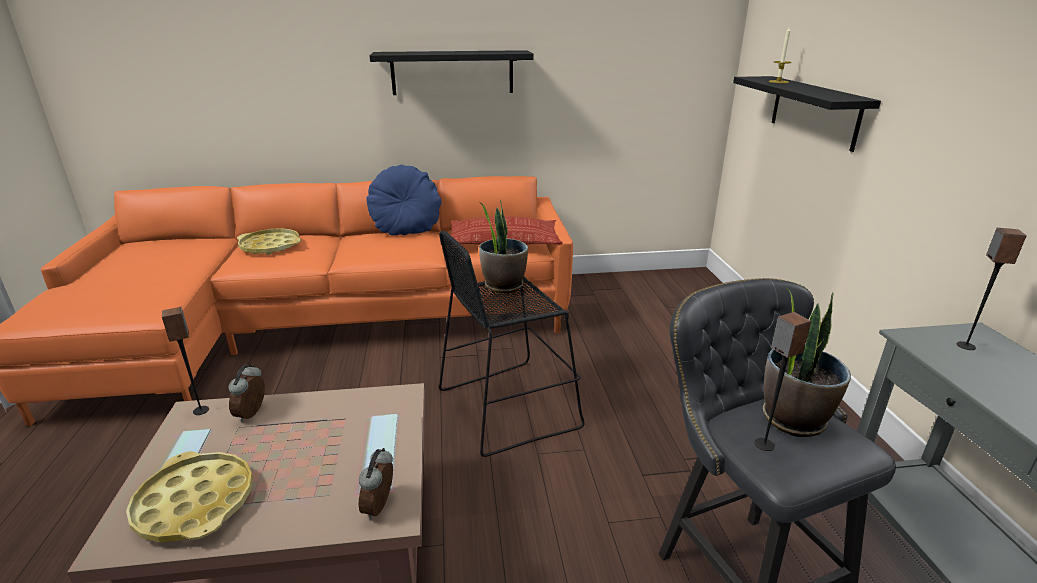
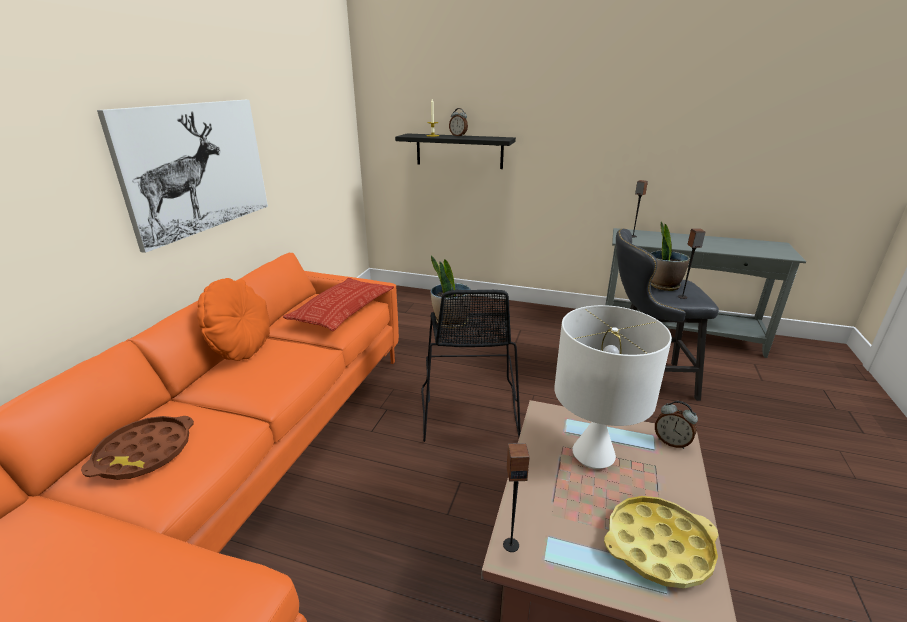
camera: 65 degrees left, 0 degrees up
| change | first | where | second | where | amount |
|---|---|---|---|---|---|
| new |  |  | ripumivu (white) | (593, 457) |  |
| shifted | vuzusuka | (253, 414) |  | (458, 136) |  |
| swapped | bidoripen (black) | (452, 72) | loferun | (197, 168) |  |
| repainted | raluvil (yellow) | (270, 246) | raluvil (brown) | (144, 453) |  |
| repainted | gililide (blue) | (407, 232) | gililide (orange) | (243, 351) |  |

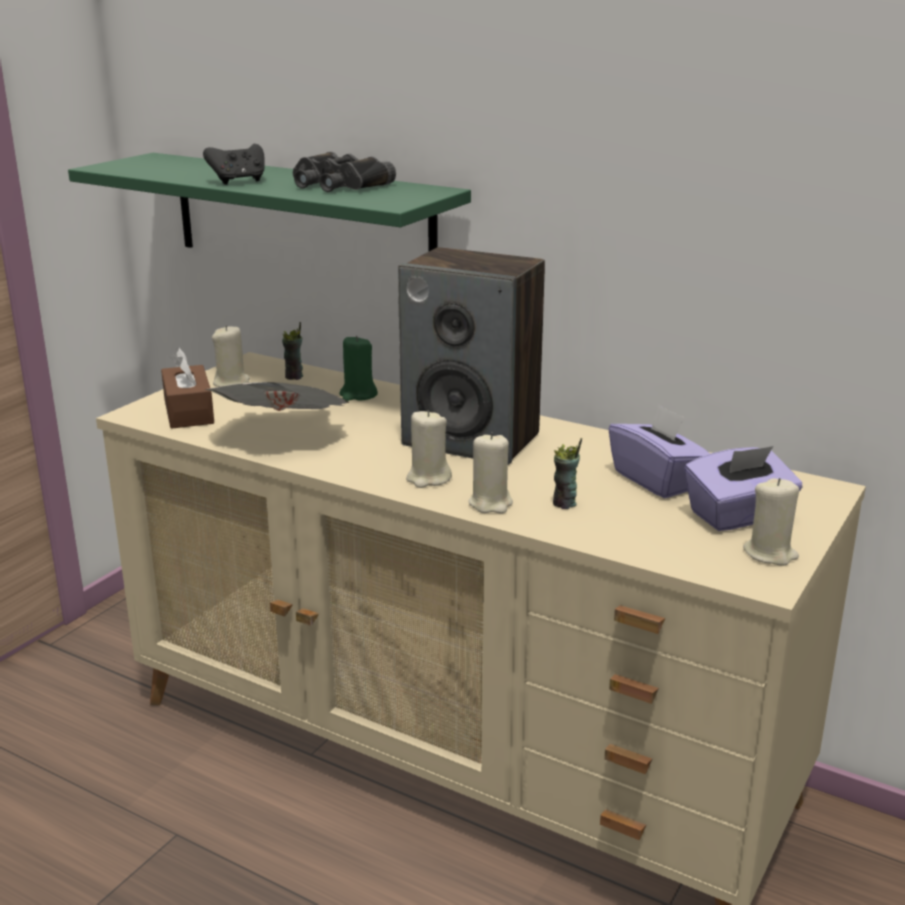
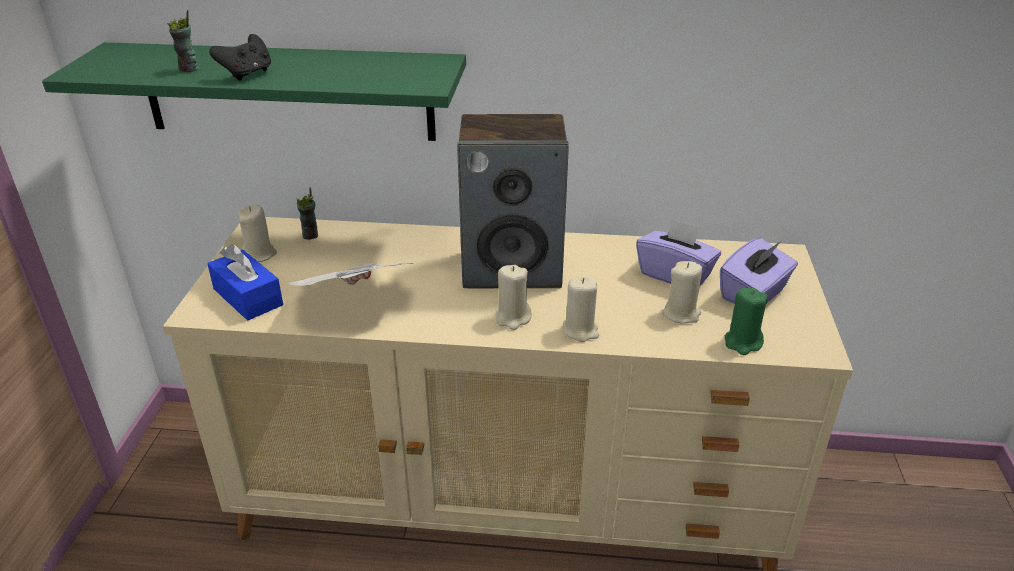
camera: 25 degrees left, 10 degrees up
| change | first | where | second | where | amount |
|---|---|---|---|---|---|
| gone | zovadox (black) | (337, 185) |  |  |  |
| shifted | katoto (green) | (358, 395) |  | (742, 342) |  |
| shifted | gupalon | (564, 504) |  | (189, 69) |  |
| shifted | katoto (beige) | (770, 554) |  | (681, 314) |  |
| repainted | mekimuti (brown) | (188, 411) | mekimuti (blue) | (248, 297) |  |

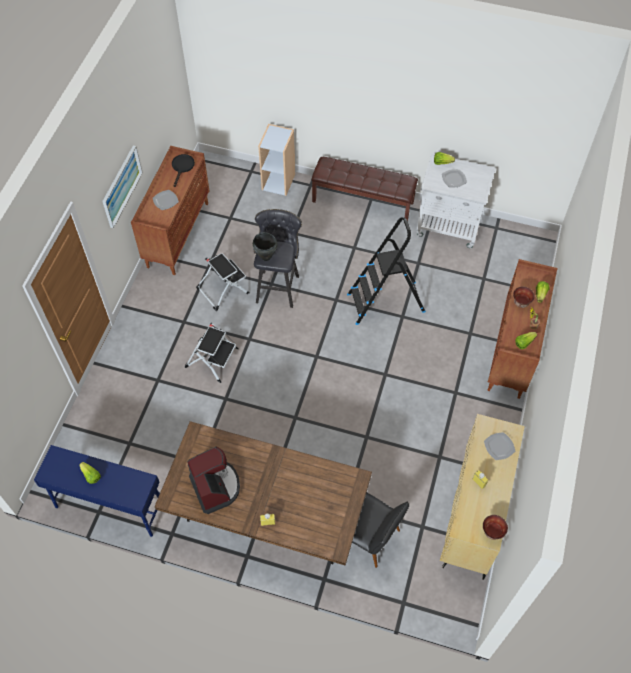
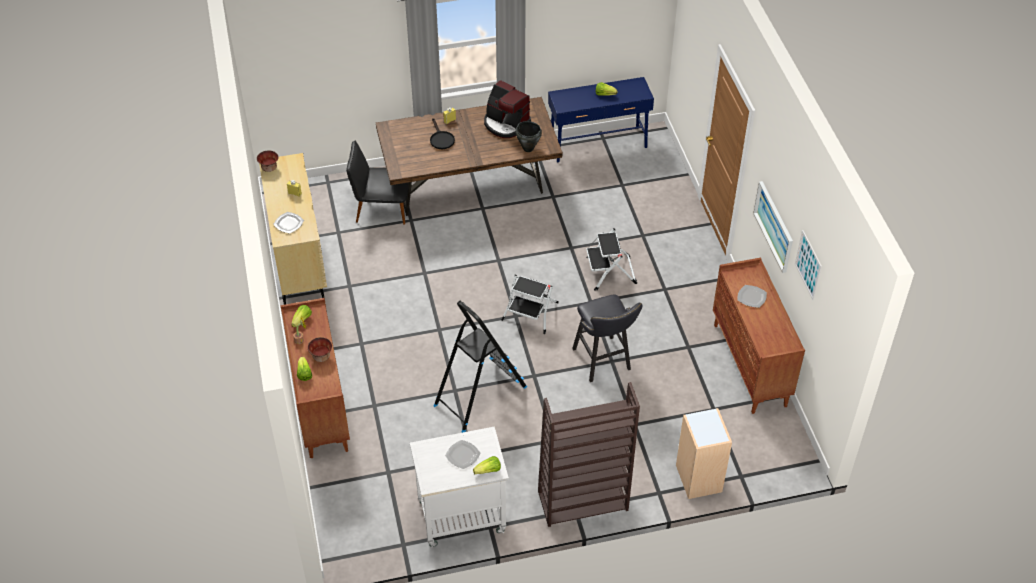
camera: 150 degrees right, 10 degrees down
| change | first | where | second | where | amount |
|---|---|---|---|---|---|
| new |  |  | loferun | (808, 265) |  |
| shifted | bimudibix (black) | (182, 167) |  | (441, 139) |  |
| shifted | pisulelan | (223, 288) |  | (531, 312) |  |
| shifted | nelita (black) | (266, 257) |  | (528, 148) |  |
| swapped | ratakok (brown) | (363, 201) | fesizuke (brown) | (582, 501) |  |

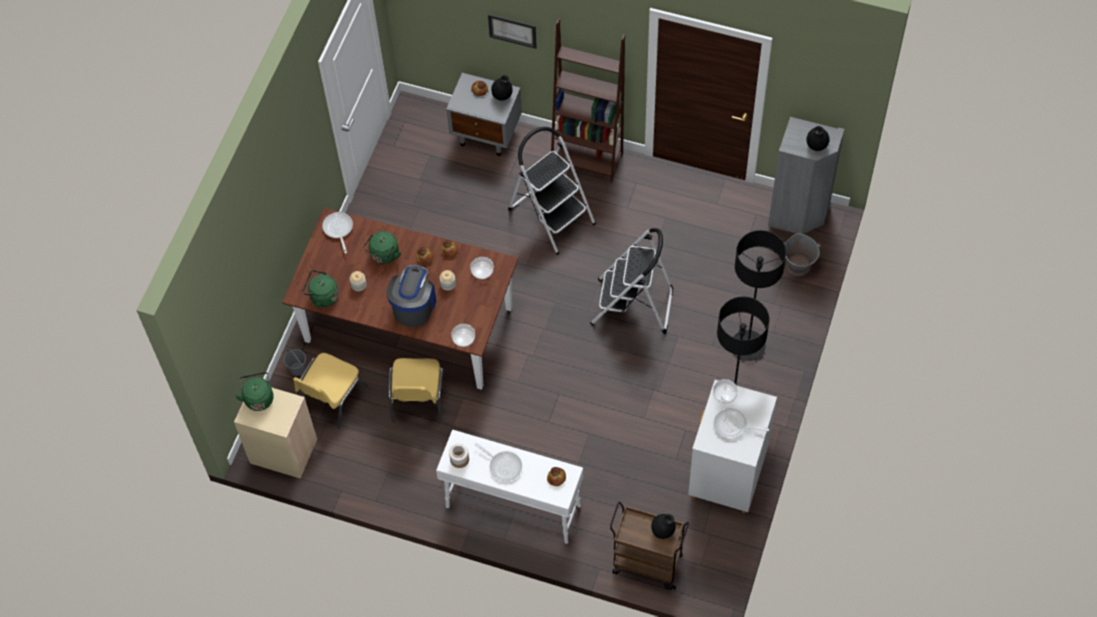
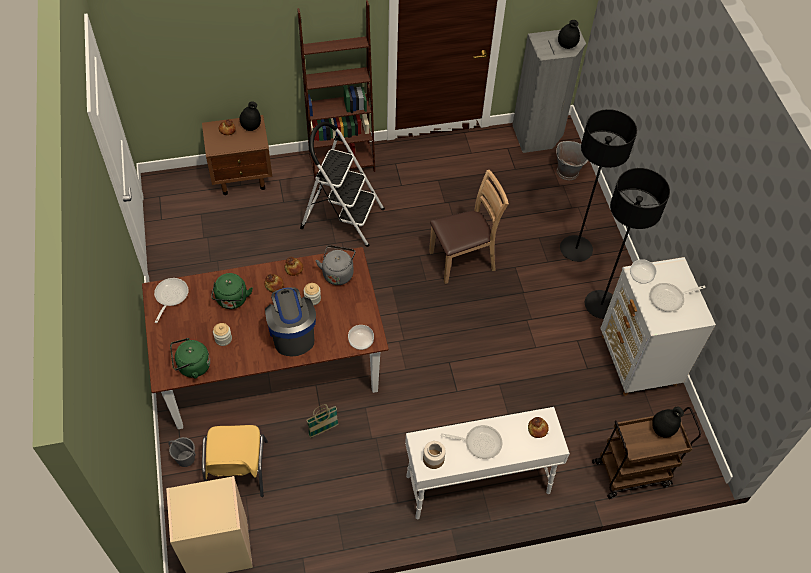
camera: 35 degrees left, 5 degrees down
| change | first | where | second | where | amount |
|---|---|---|---|---|---|
| gone | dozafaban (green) | (258, 397) |  |  |  |
| gone | loferun | (512, 30) |  |  |  |
| swapped | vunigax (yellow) | (417, 399) | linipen | (323, 430) |  |
| swapped | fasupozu | (482, 271) | dozafaban (grey) | (338, 273) |  |
| swapped | pisulelan | (634, 307) | vunigax (brown) | (462, 260) |  |
| repainted | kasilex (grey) | (487, 135) | kasilex (brown) | (243, 177) |  |
| rotated | bimudibix | (338, 229) |  | (170, 297) | 60 degrees clockwise |

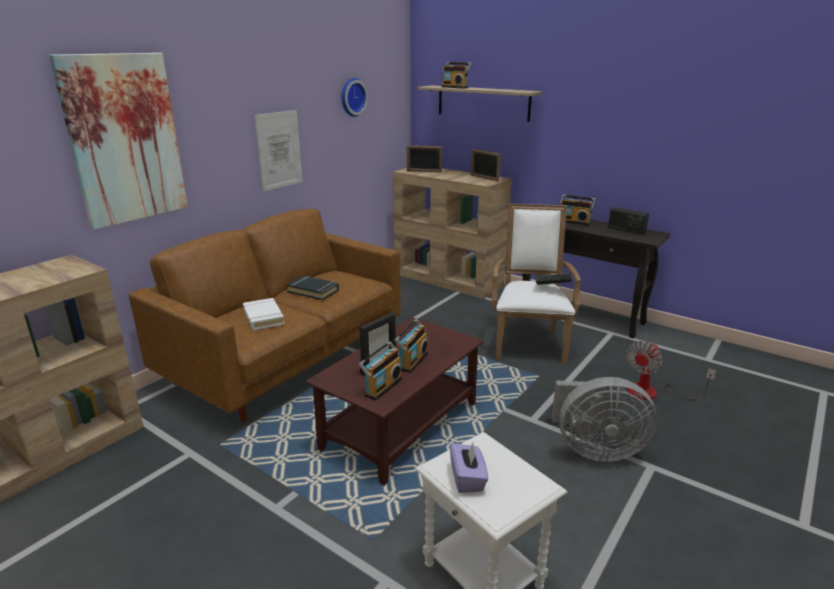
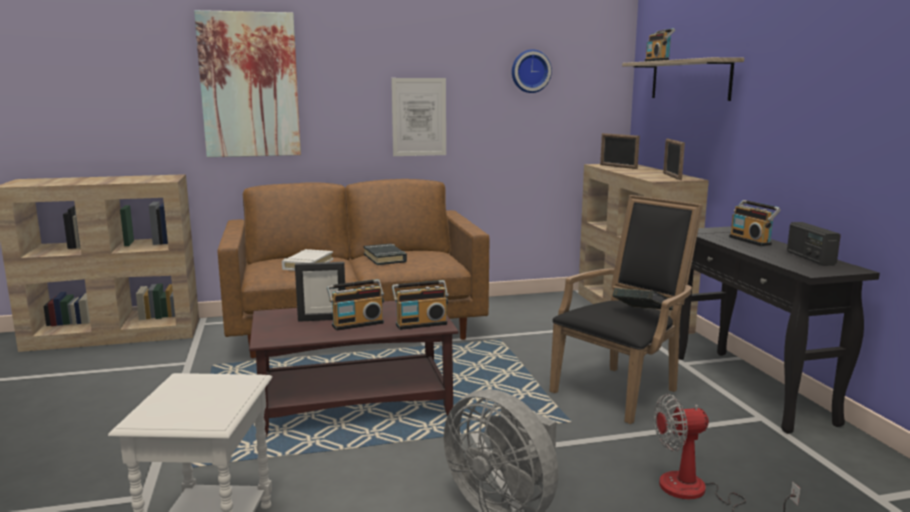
camera: 40 degrees right, 10 degrees down
| change | first | where | second | where | amount |
|---|---|---|---|---|---|
| gone | mekimuti (purple) | (467, 479) |  |  |  |
| shifted | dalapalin | (382, 386) |  | (421, 324) |  |
| repainted | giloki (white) | (529, 341) | giloki (black) | (622, 390) |  |

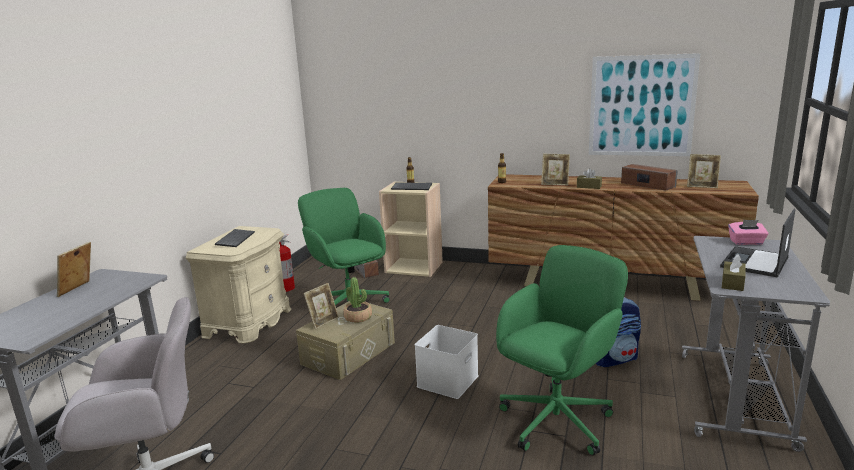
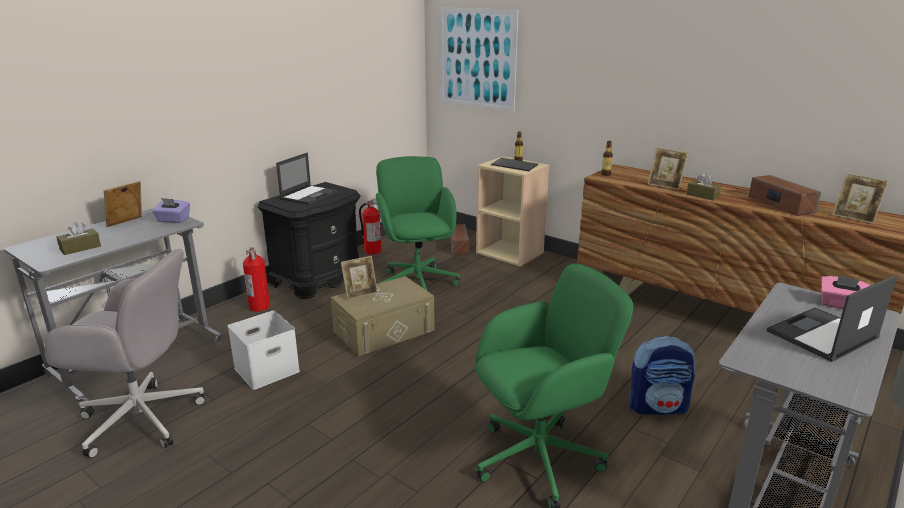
camera: 20 degrees right, 5 degrees up
| change | first | where | second | where | amount |
|---|---|---|---|---|---|
| gone | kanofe | (358, 317) |  |  |  |
| new |  |  | mekimuti (purple) | (173, 220) |  |
| new |  |  | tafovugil | (260, 307) |  |
| shifted | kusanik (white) | (448, 382) |  | (266, 370) |  |
| shifted | loferun | (641, 106) |  | (477, 58) |  |
| shifted | mekimuti (brown) | (732, 283) |  | (80, 248) |  |
| swapped | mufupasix | (235, 239) | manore | (309, 195) |  |
| repainted | kasilex (beige) | (252, 322) | kasilex (black) | (320, 279) |  |

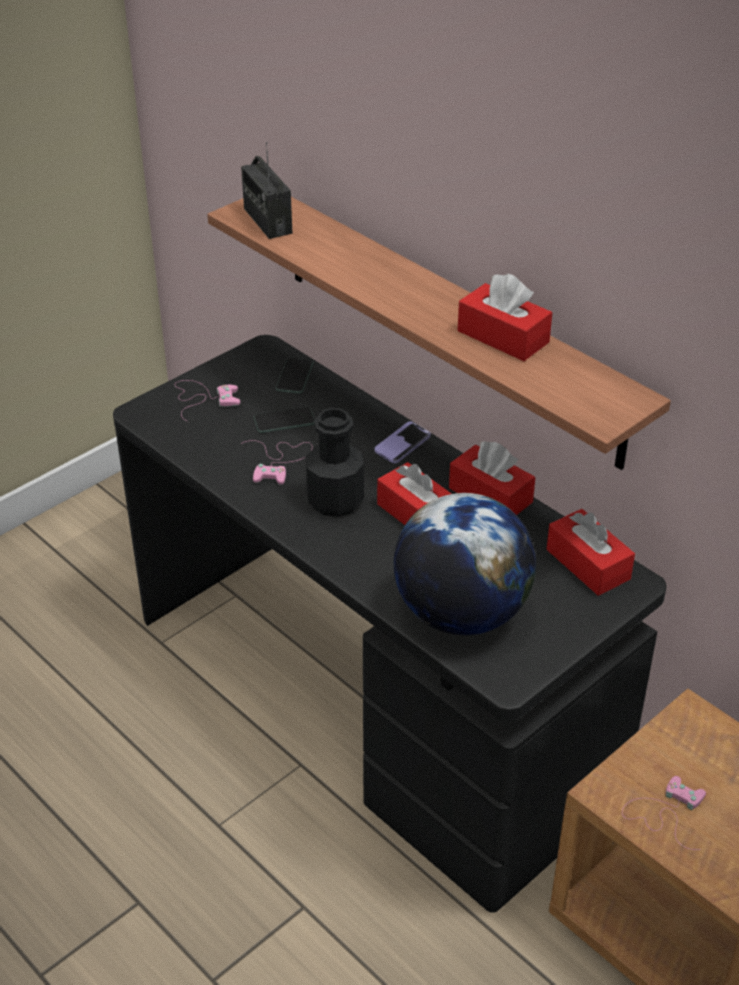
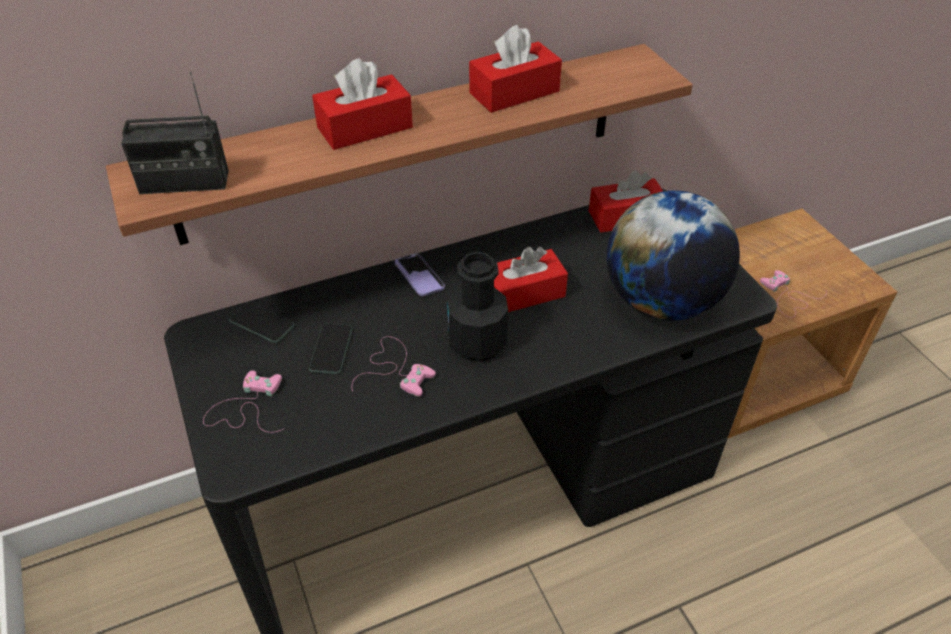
camera: 70 degrees left, 5 degrees up
| change | first | where | second | where | amount |
|---|---|---|---|---|---|
| shifted | mekimuti (red) | (490, 495) |  | (365, 127) |  |

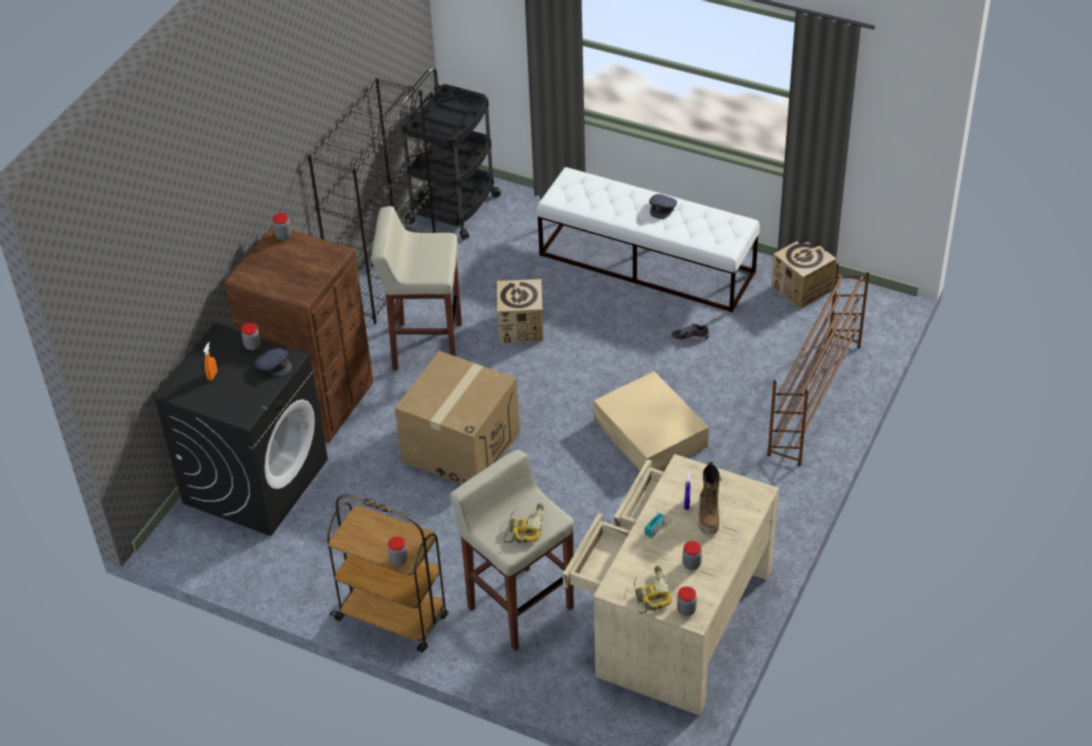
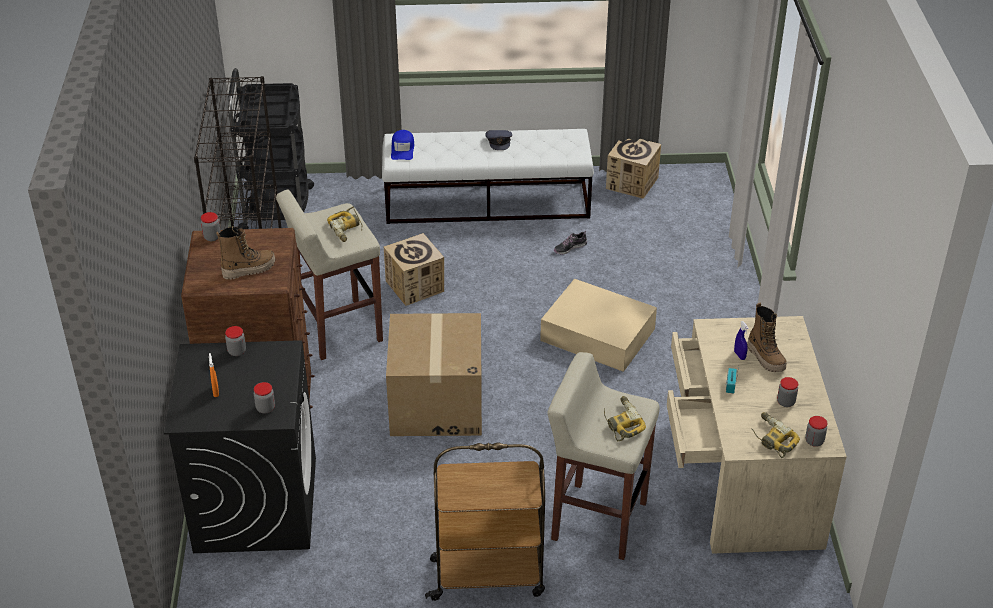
camera: 30 degrees left, 5 degrees down
| change | first | where | second | where | amount |
|---|---|---|---|---|---|
| gone | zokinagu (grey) | (274, 365) |  |  |  |
| gone | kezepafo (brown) | (814, 399) |  |  |  |
| new |  |  | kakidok | (249, 269) |  |
| new |  |  | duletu | (347, 229) |  |
| new |  |  | zokinagu (blue) | (402, 149) |  |
| shifted | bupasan | (399, 559) |  | (265, 408) |  |

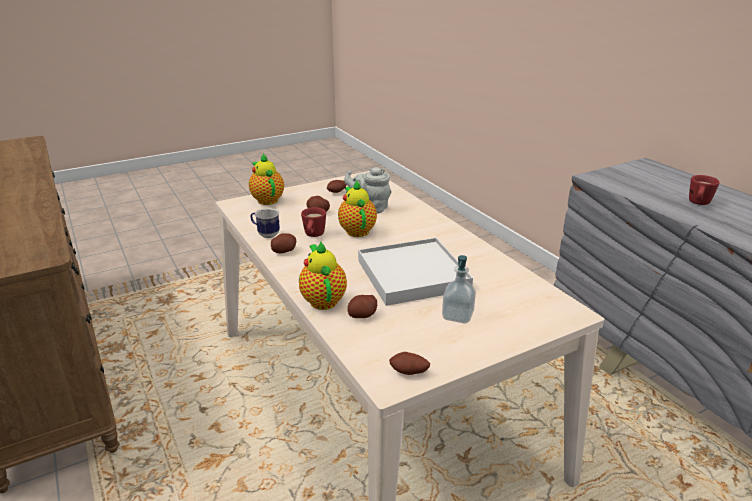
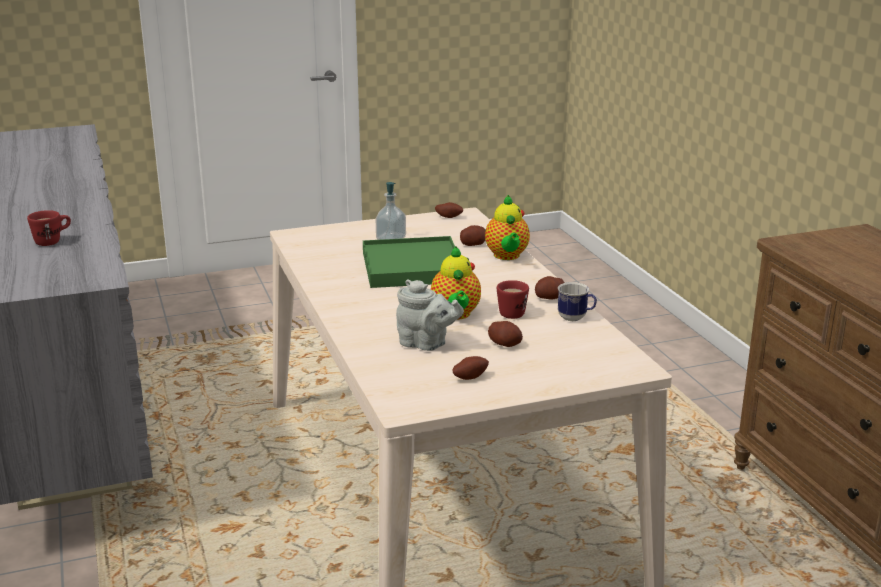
camera: 170 degrees left, 5 degrees down
| change | first | where | second | where | amount |
|---|---|---|---|---|---|
| gone | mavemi | (267, 199) |  |  |  |
| repainted | raluvil (white) | (412, 275) | raluvil (green) | (412, 267) |  |

